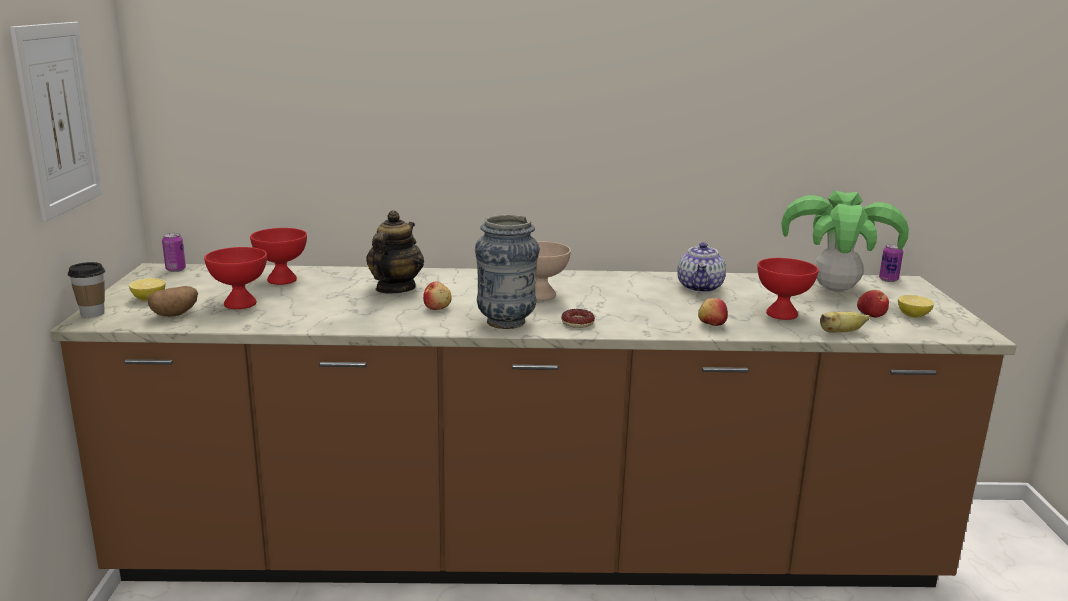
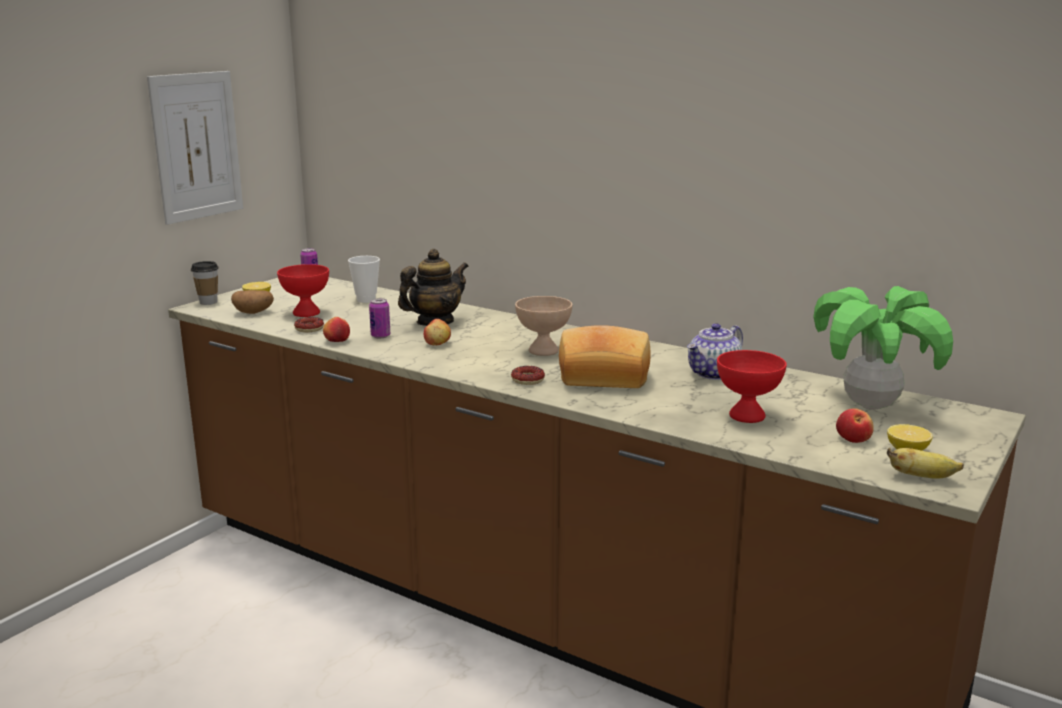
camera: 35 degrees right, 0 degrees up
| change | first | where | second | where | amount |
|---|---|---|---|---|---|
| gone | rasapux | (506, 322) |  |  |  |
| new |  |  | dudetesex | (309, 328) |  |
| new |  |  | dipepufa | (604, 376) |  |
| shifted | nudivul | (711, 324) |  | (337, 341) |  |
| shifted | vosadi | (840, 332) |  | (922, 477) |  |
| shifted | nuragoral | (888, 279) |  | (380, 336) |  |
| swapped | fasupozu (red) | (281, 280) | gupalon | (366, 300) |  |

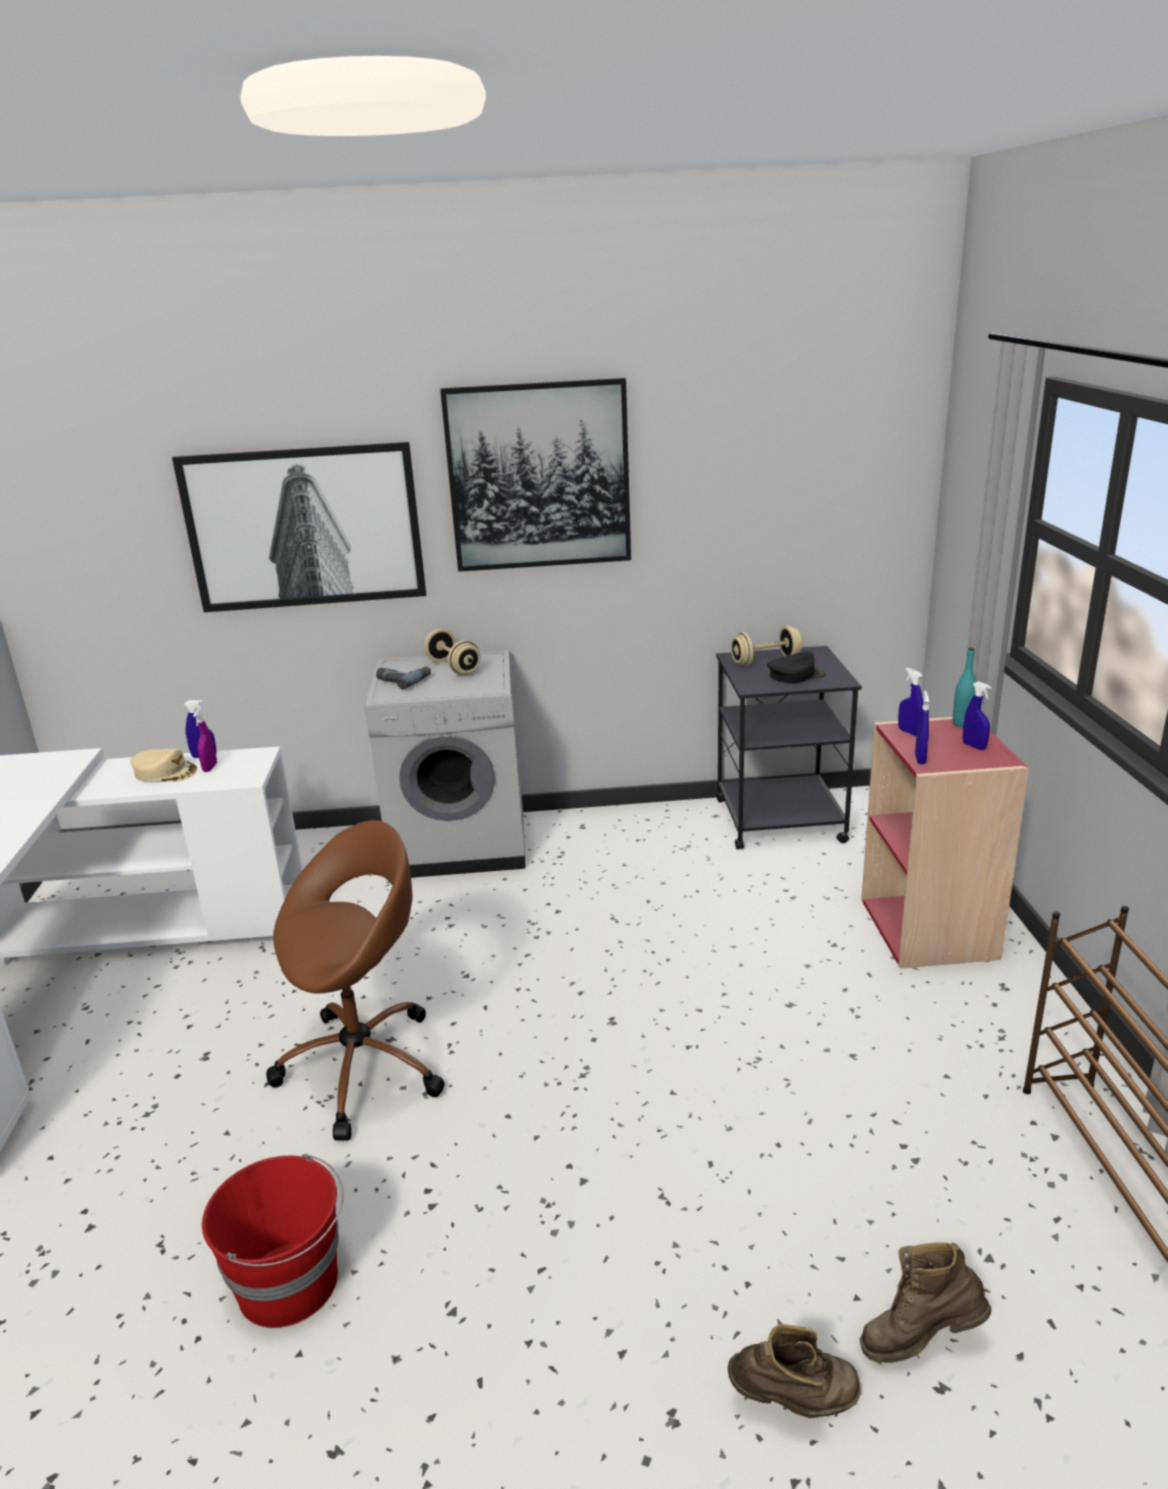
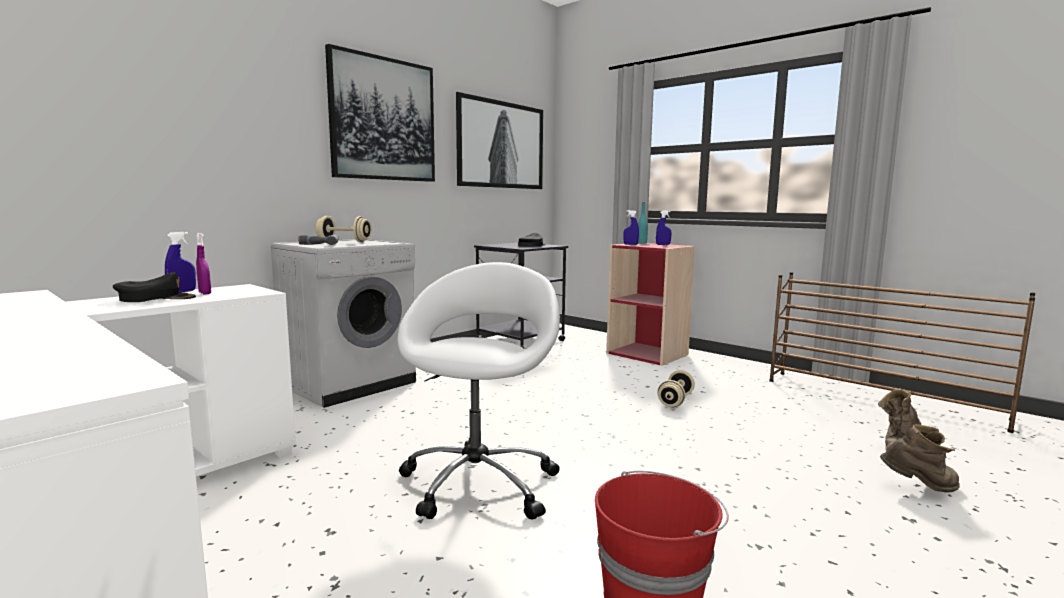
camera: 45 degrees left, 15 degrees down
| change | first | where | second | where | amount |
|---|---|---|---|---|---|
| gone | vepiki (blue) | (920, 759) |  |  |  |
| shifted | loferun | (305, 527) |  | (500, 145) |  |
| shifted | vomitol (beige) | (765, 661) |  | (675, 401) |  |
| repainted | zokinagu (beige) | (165, 772) | zokinagu (black) | (156, 298) |  |
| repainted | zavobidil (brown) | (365, 1066) | zavobidil (white) | (480, 482) |  |
| rotated | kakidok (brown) | (795, 1402) |  | (919, 488) | 45 degrees clockwise |

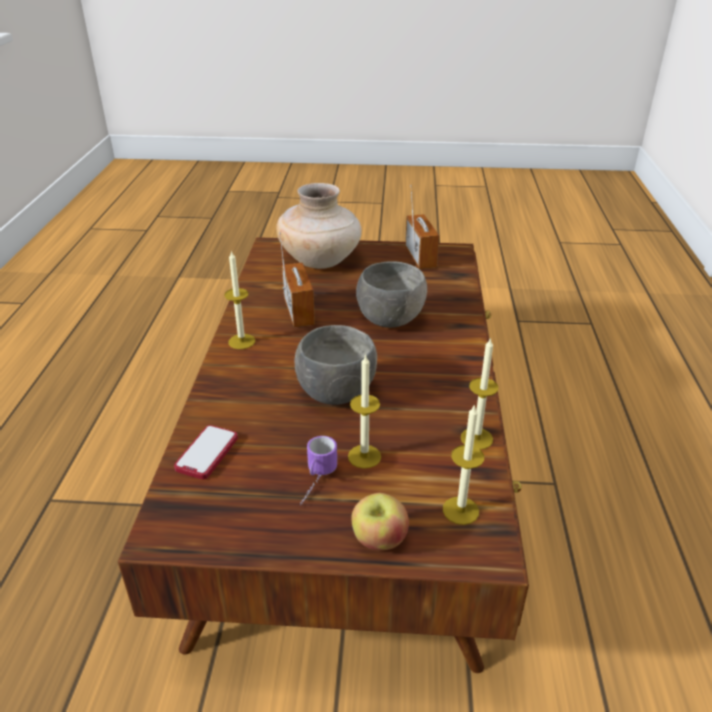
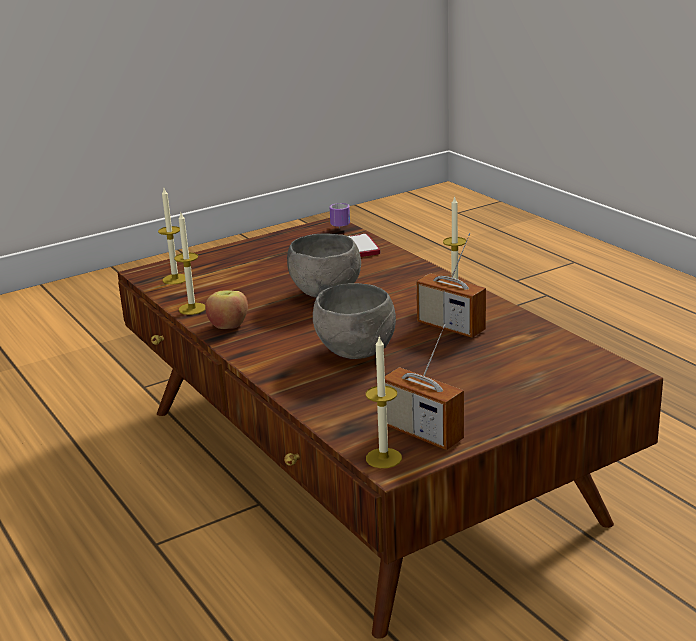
camera: 145 degrees right, 10 degrees down
| change | first | where | second | where | amount |
|---|---|---|---|---|---|
| gone | rasapux (beige) | (321, 261) |  |  |  |
| shifted | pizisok | (315, 483) |  | (338, 225) |  |
| shifted | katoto | (364, 456) |  | (383, 458) |  |
| shifted | nudivul | (379, 540) |  | (228, 325) |  |

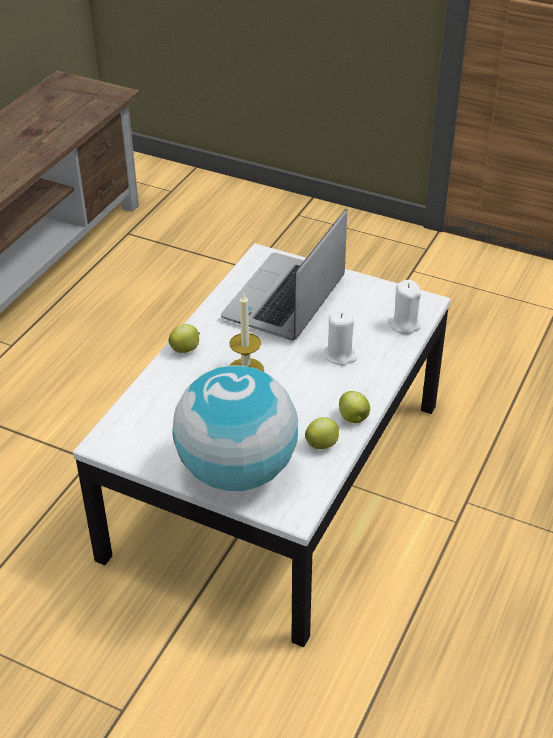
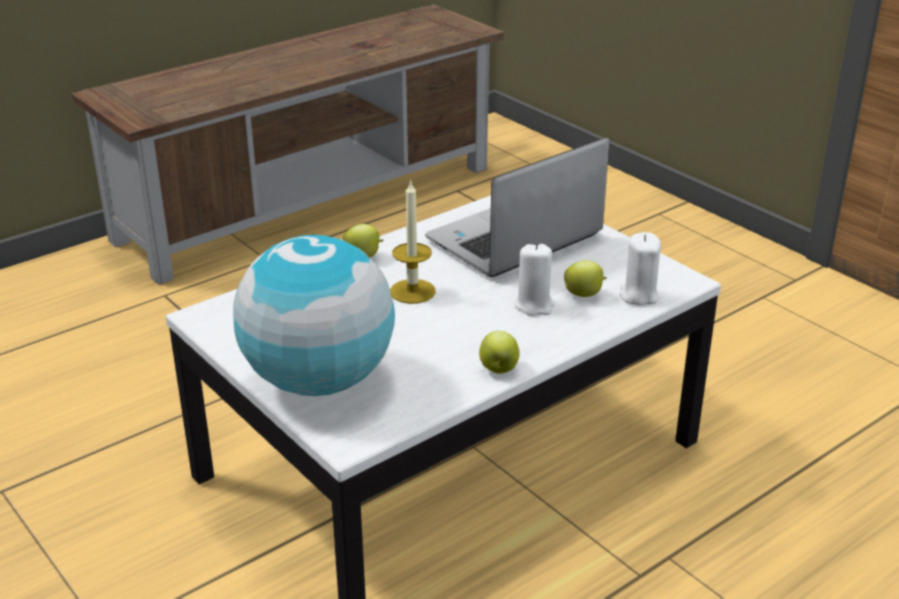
camera: 25 degrees right, 10 degrees down
| change | first | where | second | where | amount |
|---|---|---|---|---|---|
| shifted | nudivul | (322, 444) |  | (584, 294) |  |

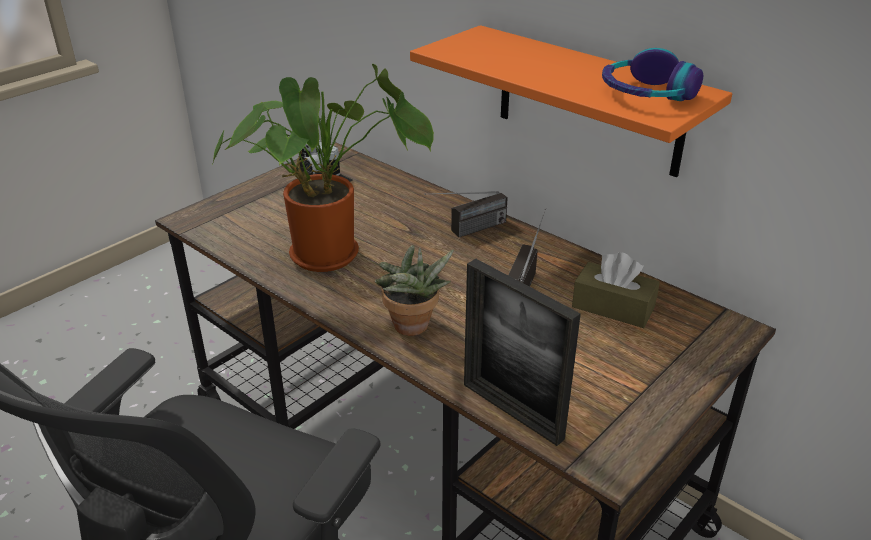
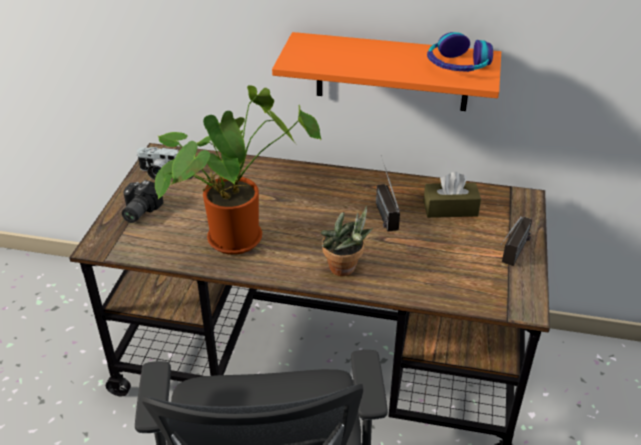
camera: 30 degrees left, 5 degrees up
| change | first | where | second | where | amount |
|---|---|---|---|---|---|
| gone | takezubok | (512, 411) |  |  |  |
| new |  |  | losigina | (137, 211) |  |
| shifted | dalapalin | (466, 231) |  | (512, 258) |  |

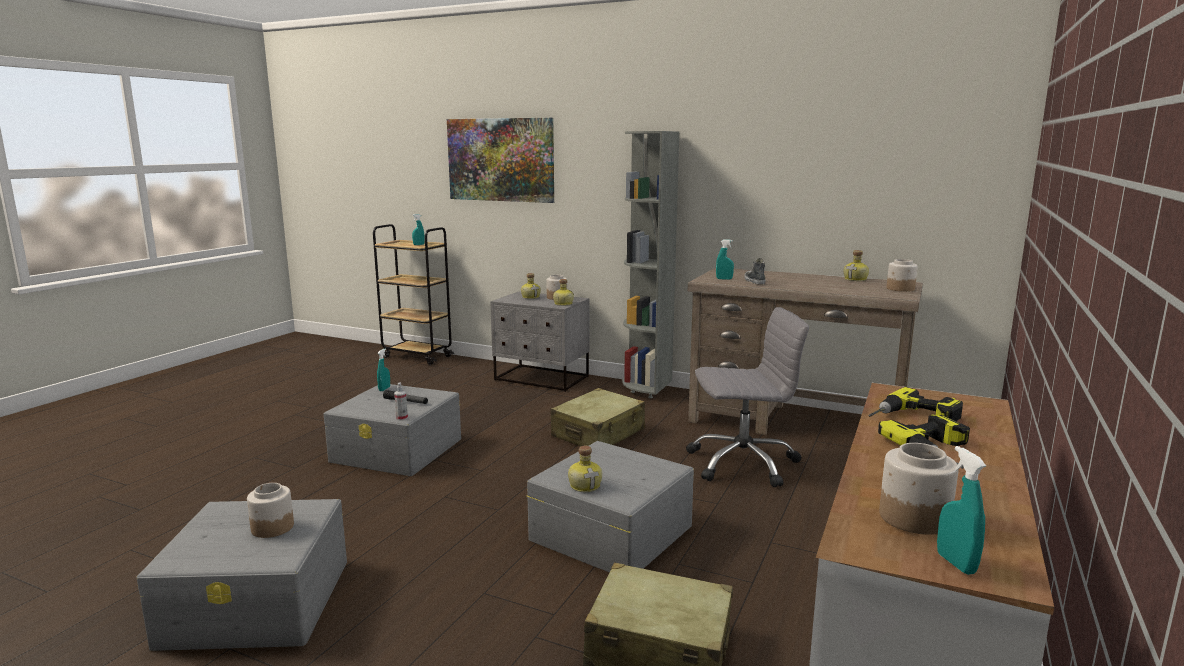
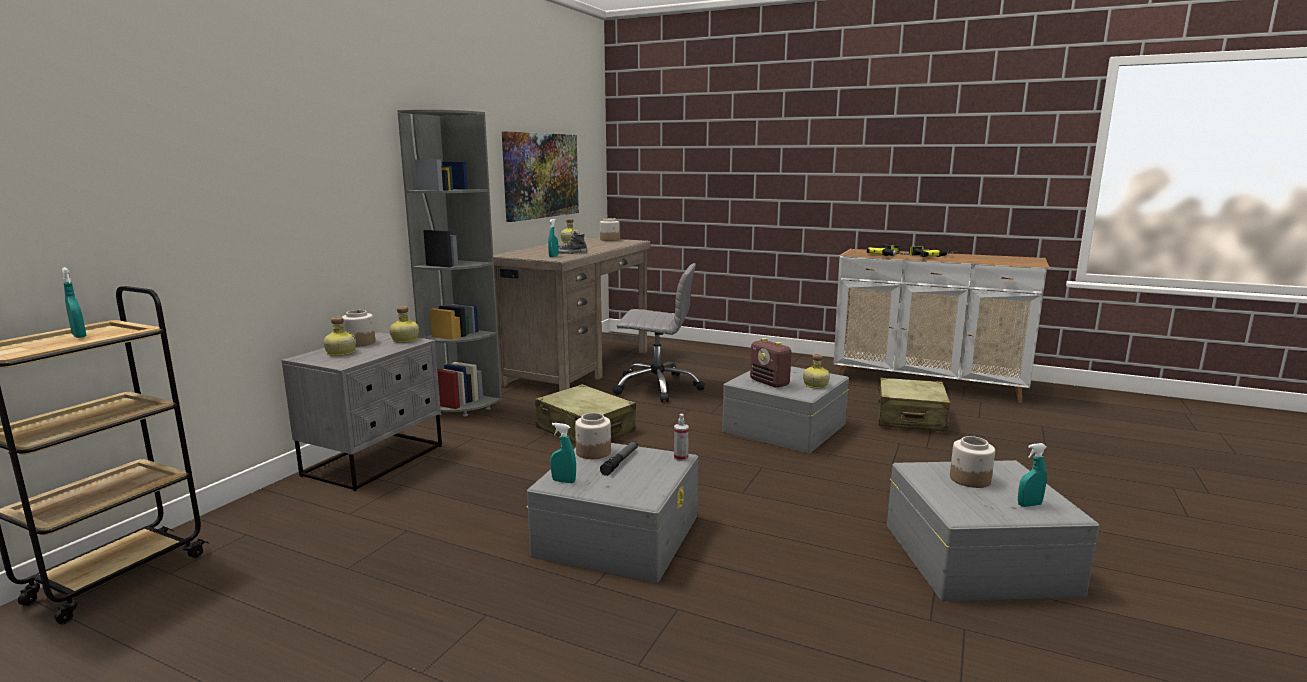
camera: 90 degrees left, 0 degrees up
| change | first | where | second | where | amount |
|---|---|---|---|---|---|
| new |  |  | dalapalin | (770, 383) |  |
| shifted | loferun | (500, 160) |  | (541, 175) |  |
| shifted | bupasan | (913, 518) |  | (593, 452) |  |
| shifted | vepiki (turquoise) | (956, 563) |  | (1029, 505) |  |
| rotated | zavobidil (grey) | (743, 463) |  | (657, 387) | 105 degrees clockwise |

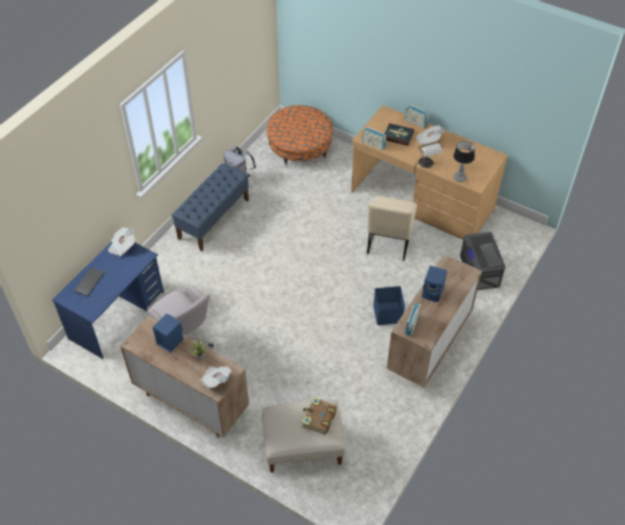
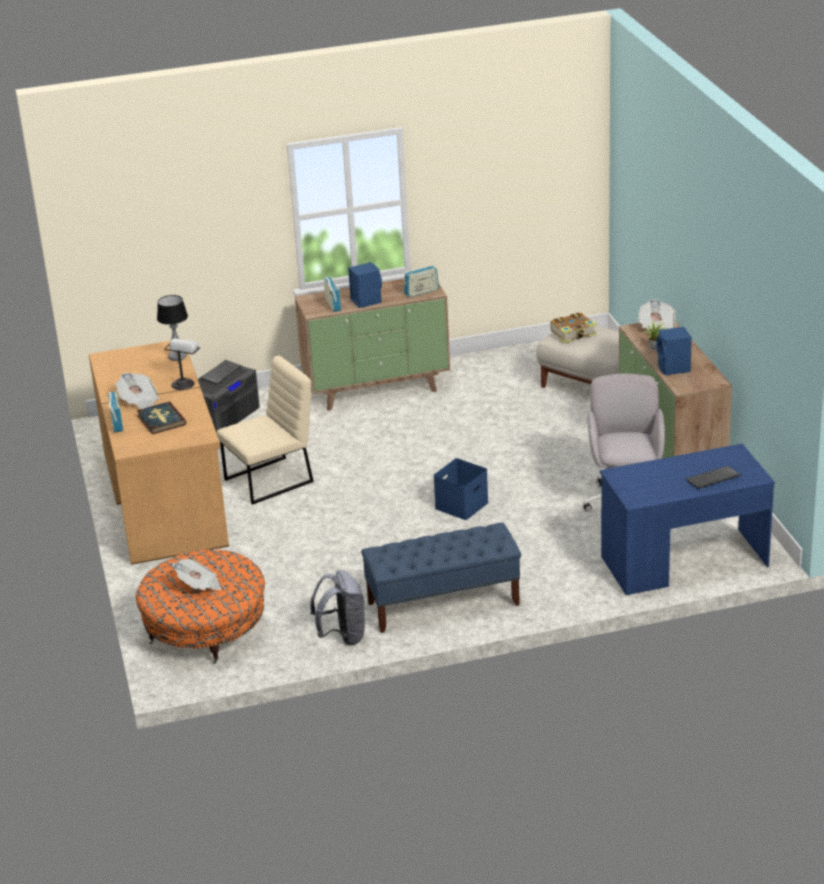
camera: 135 degrees left, 20 degrees down
| change | first | where | second | where | amount |
|---|---|---|---|---|---|
| shifted | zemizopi | (122, 246) |  | (199, 586) |  |
| shifted | dalapalin | (373, 144) |  | (333, 304) |  |
| shifted | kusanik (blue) | (387, 313) |  | (462, 506) |  |

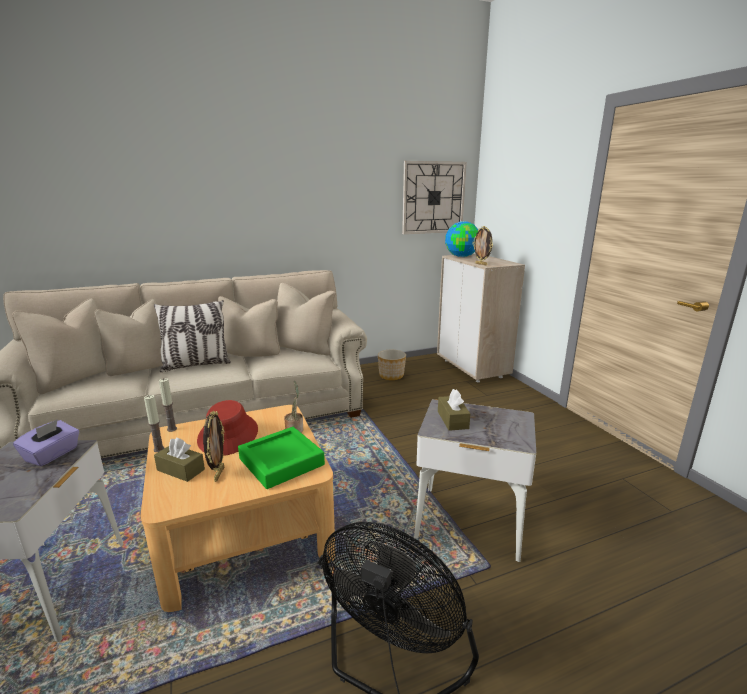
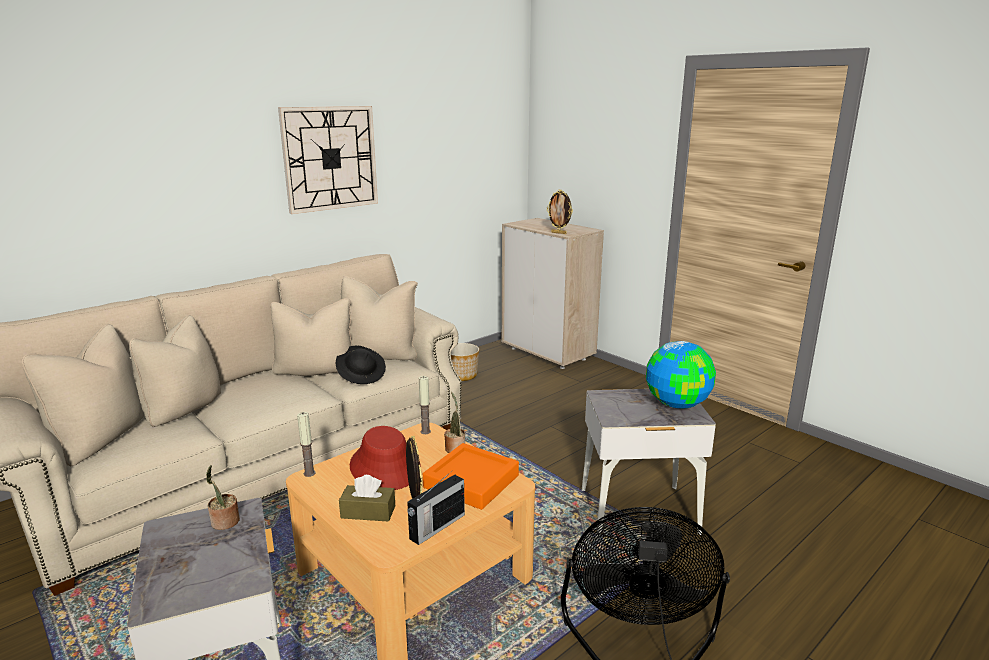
camera: 20 degrees left, 0 degrees up
| change | first | where | second | where | amount |
|---|---|---|---|---|---|
| gone | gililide | (196, 365) |  |  |  |
| gone | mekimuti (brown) | (452, 420) |  |  |  |
| new |  |  | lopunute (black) | (362, 376) |  |
| new |  |  | dalapalin | (436, 527) |  |
| shifted | katoto | (159, 449) |  | (425, 431) |  |
| shifted | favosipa | (433, 198) |  | (330, 158) |  |
| shifted | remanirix | (462, 256) |  | (677, 404) |  |
| swapped | mekimuti (purple) | (52, 455) | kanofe | (224, 523) |  |
| repainted | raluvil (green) | (281, 462) | raluvil (orange) | (471, 481) |  |

